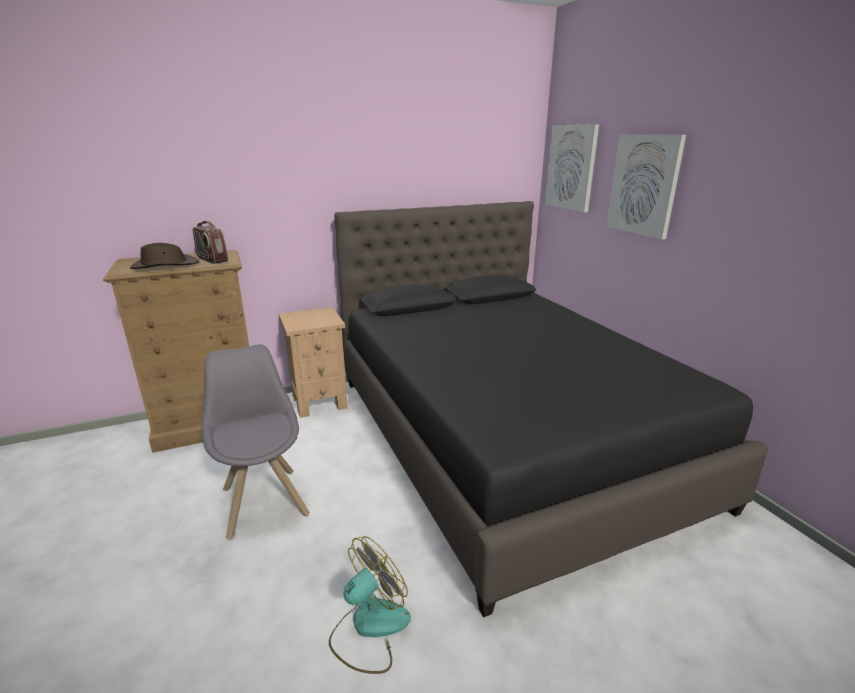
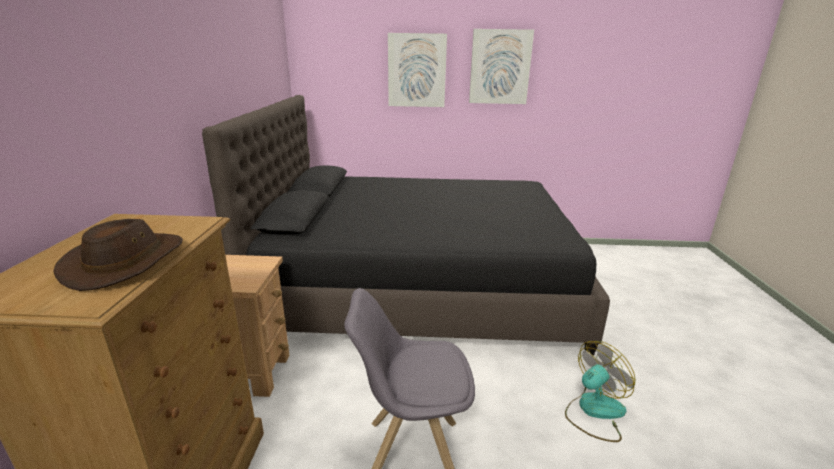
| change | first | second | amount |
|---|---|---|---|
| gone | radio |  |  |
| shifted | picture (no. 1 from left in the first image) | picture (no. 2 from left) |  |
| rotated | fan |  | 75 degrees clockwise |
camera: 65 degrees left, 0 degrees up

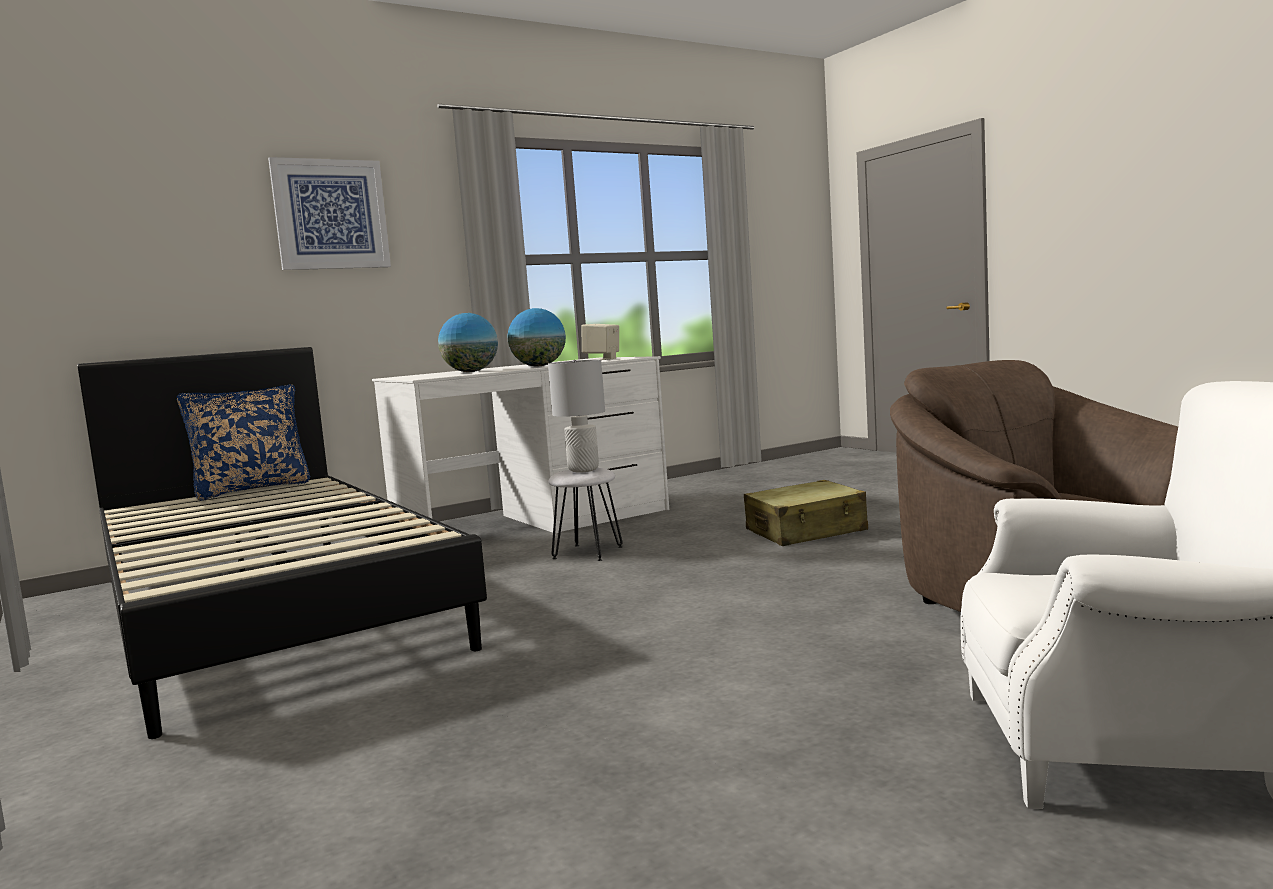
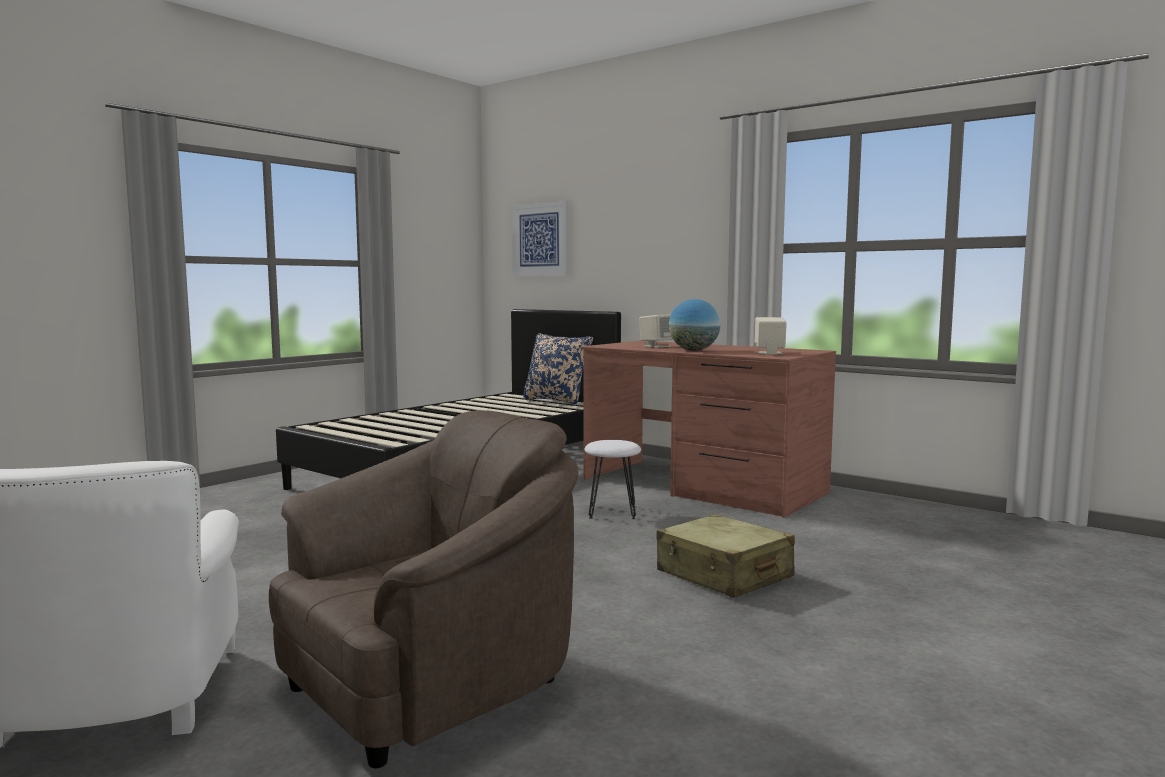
| change | first | second | amount |
|---|---|---|---|
| gone | table lamp in grey |  |  |
| shifted | picture |  |  |
| swapped | globe (no. 1 from left) | speaker in beige (no. 1 from left) |  |
| repainted | desk in white | desk in brown |  |
camera: 70 degrees right, 0 degrees up

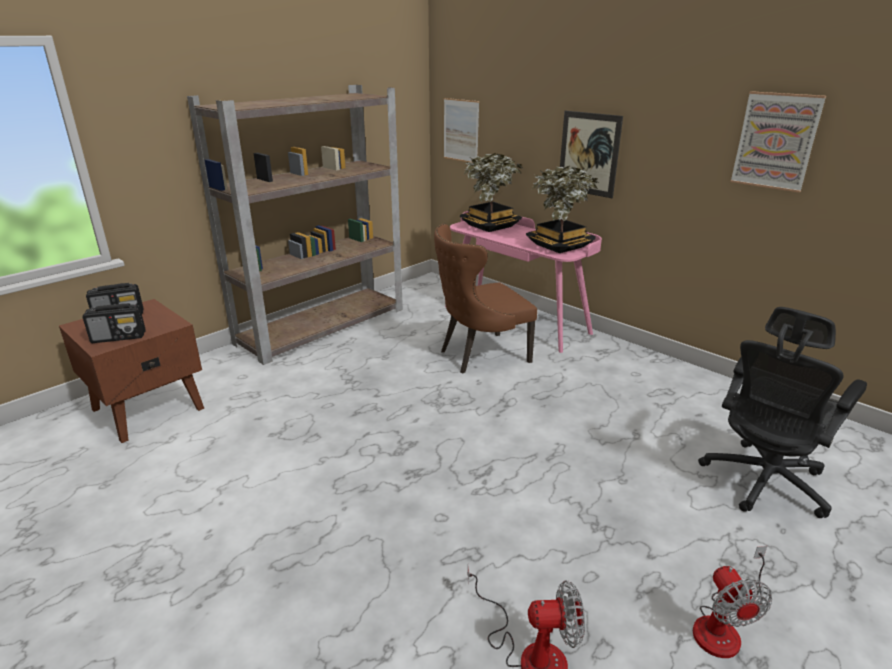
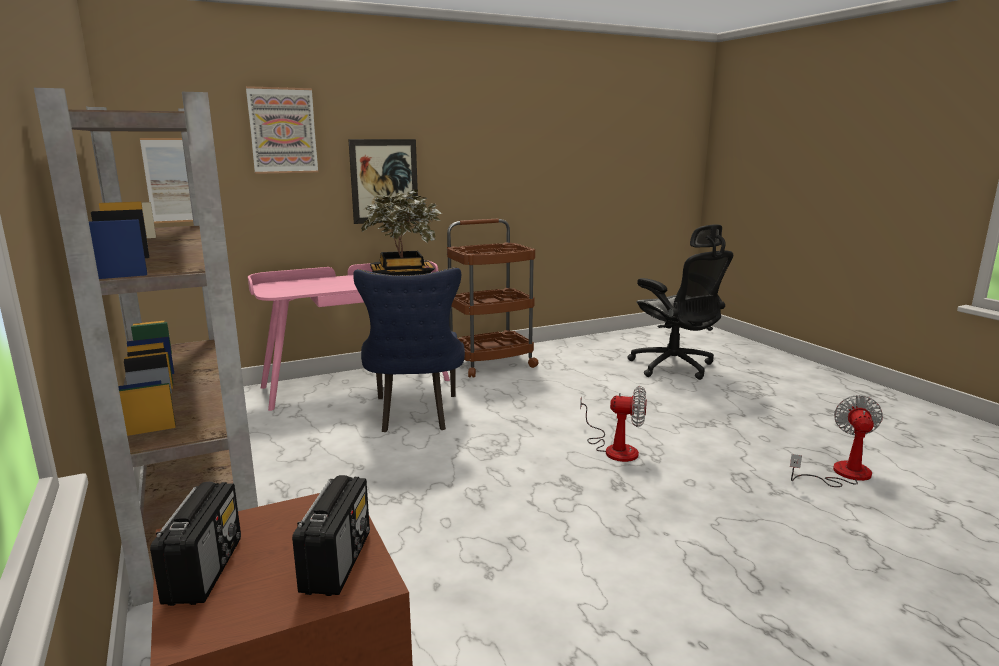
| change | first | second | amount |
|---|---|---|---|
| gone | potted plant (no. 1 from left) |  |  |
| new |  | cart in brown |  |
| shifted | fan (no. 2 from left in the first image) | fan (no. 1 from left) |  |
| shifted | picture (no. 3 from left in the first image) | picture (no. 2 from left) |  |
| repainted | chair in brown | chair in blue |  |
camera: 70 degrees left, 10 degrees down

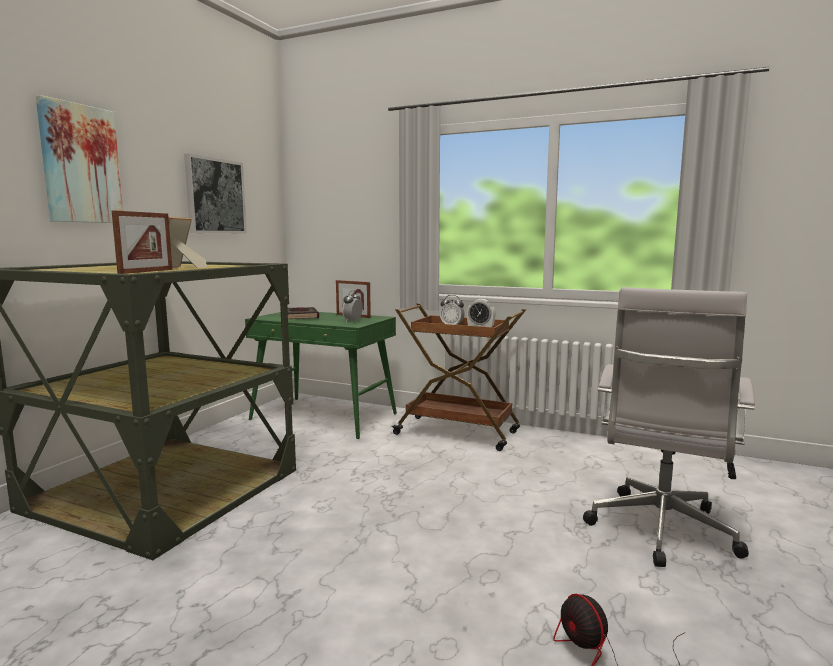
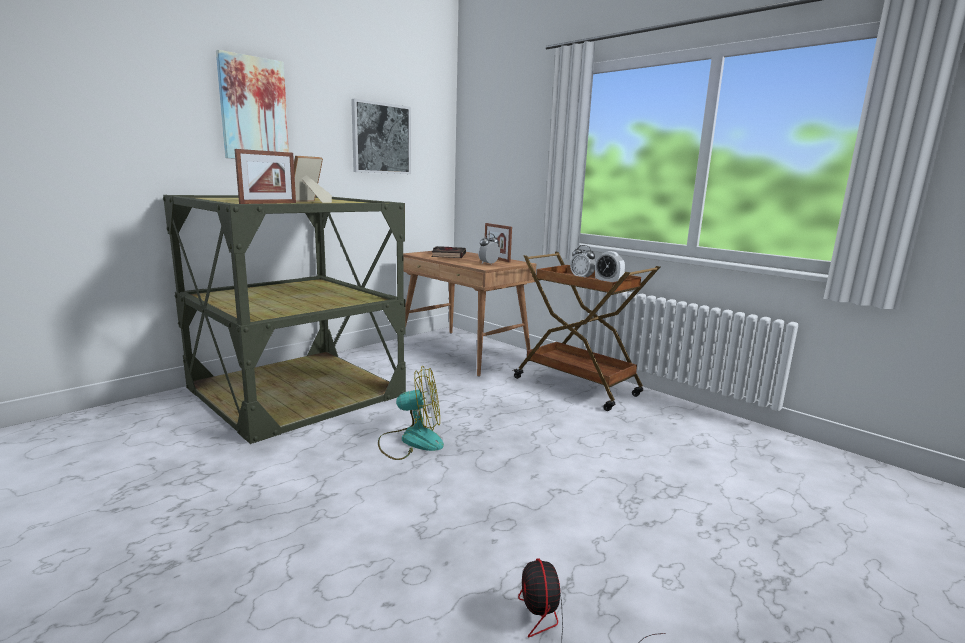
| change | first | second | amount |
|---|---|---|---|
| gone | office chair in white |  |  |
| new |  | fan (no. 1 from left) |  |
| repainted | desk in green | desk in brown |  |
camera: 20 degrees right, 5 degrees up

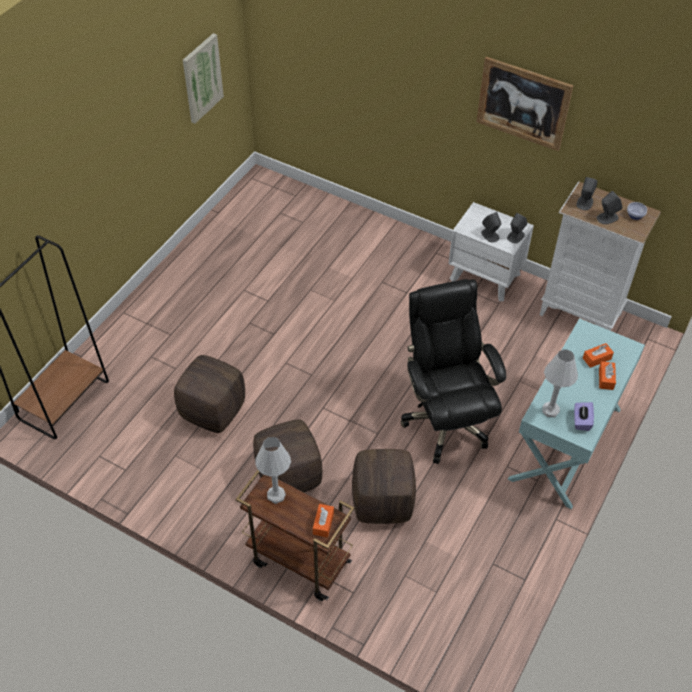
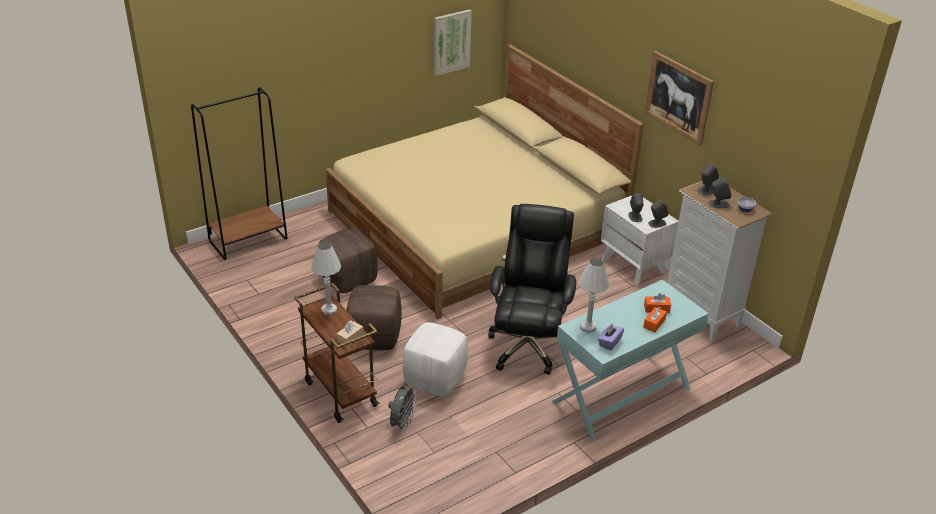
| change | first | second | amount |
|---|---|---|---|
| new |  | bed in beige |  |
| new |  | fan in grey |  |
| repainted | tissue box in orange (no. 1 from left) | tissue box in beige |  |
| repainted | ottoman in brown (no. 3 from left) | ottoman in white |  |
camera: 25 degrees right, 15 degrees down

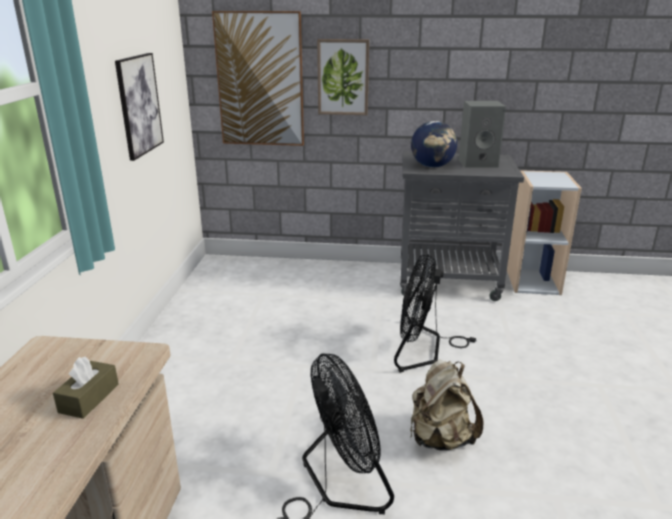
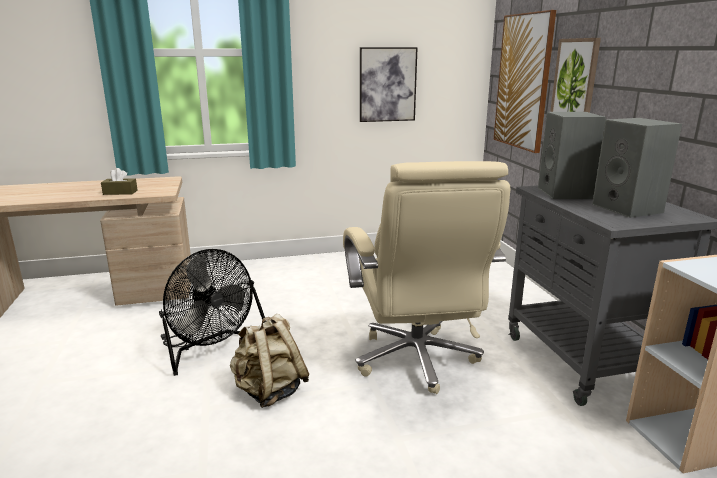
| change | first | second | amount |
|---|---|---|---|
| swapped | fan in black (no. 2 from left) | office chair in beige |  |
| swapped | globe | speaker in grey (no. 1 from left) |  |
camera: 70 degrees right, 5 degrees down

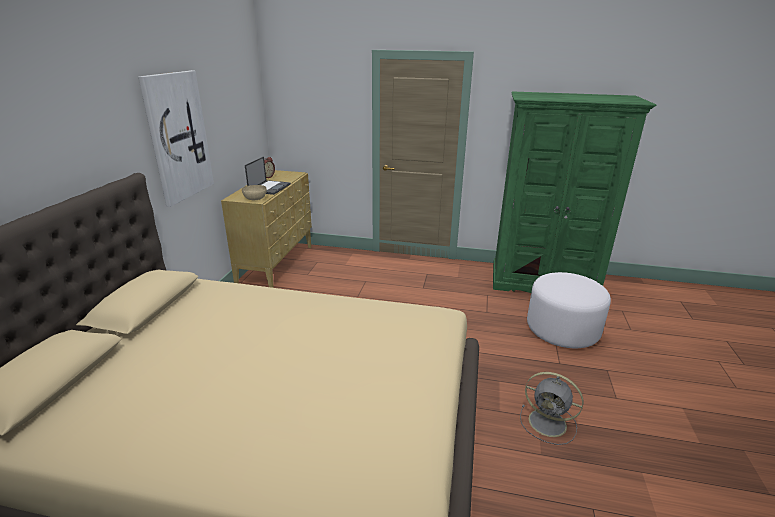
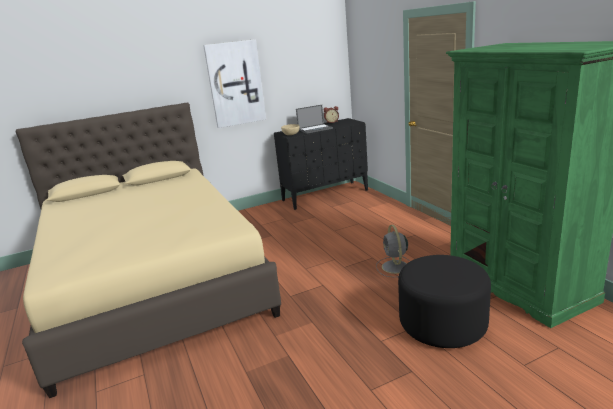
| change | first | second | amount |
|---|---|---|---|
| shifted | fan in grey |  |  |
| repainted | dresser in beige | dresser in black |  |
| repainted | ottoman in white | ottoman in black |  |
camera: 55 degrees right, 5 degrees down

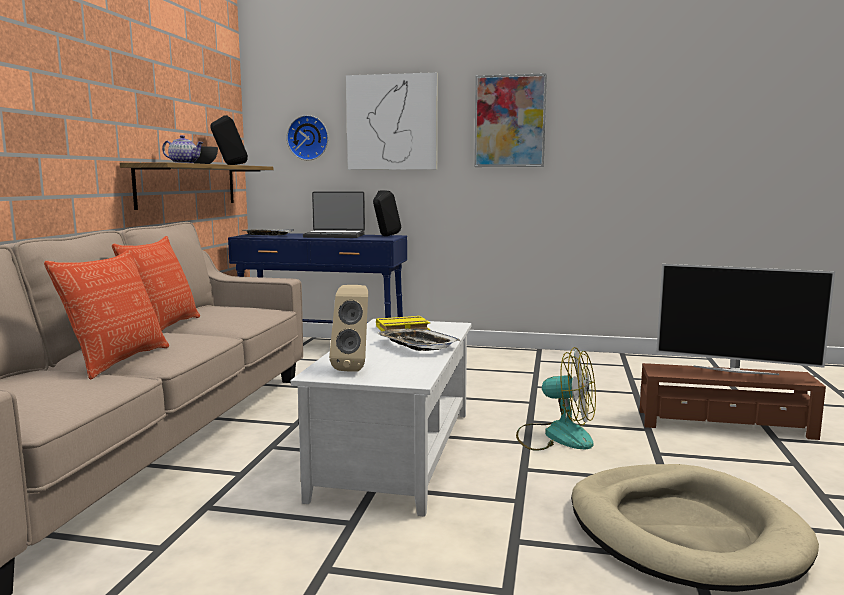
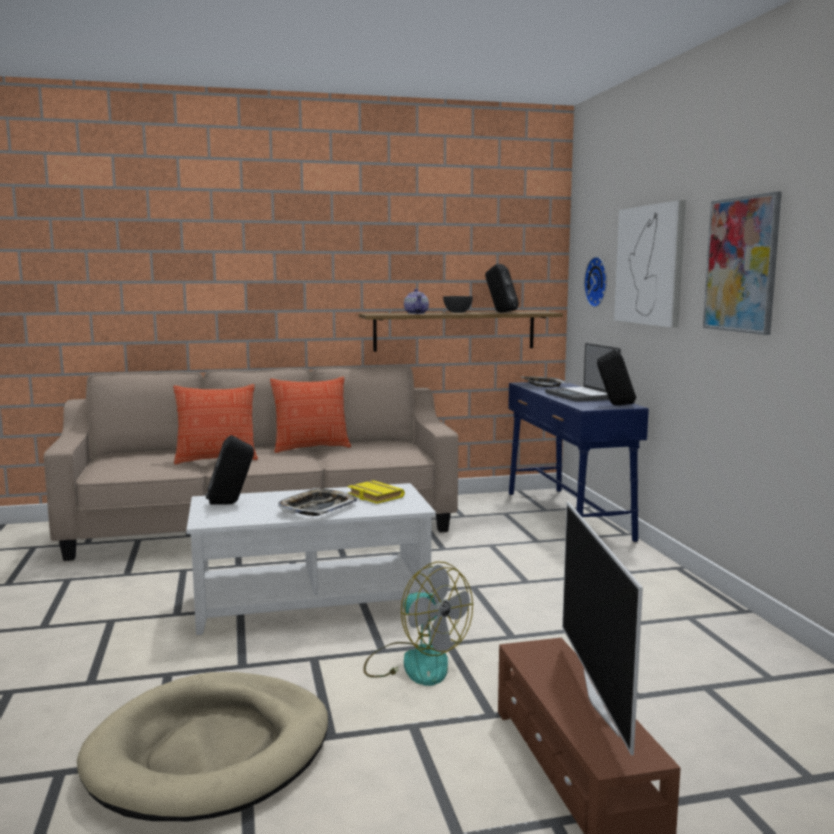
| change | first | second | amount |
|---|---|---|---|
| repainted | speaker in beige | speaker in black (no. 1 from left) |  |
| rotated | fan |  | 45 degrees counterclockwise |
camera: 65 degrees right, 0 degrees up

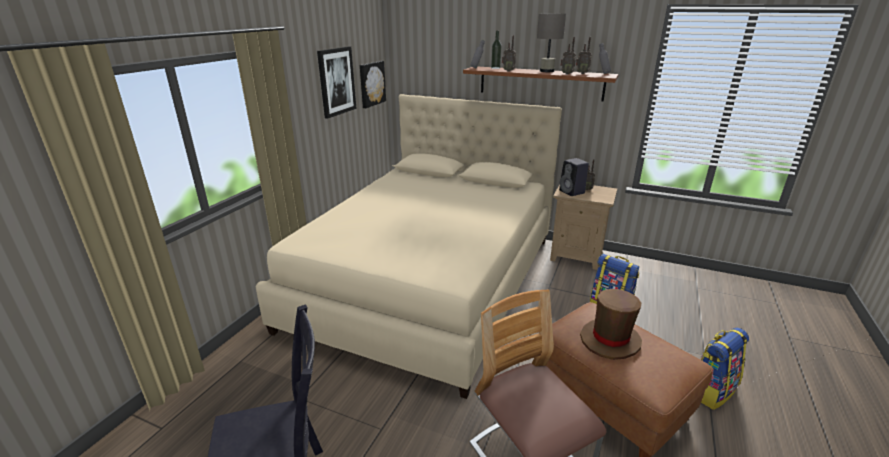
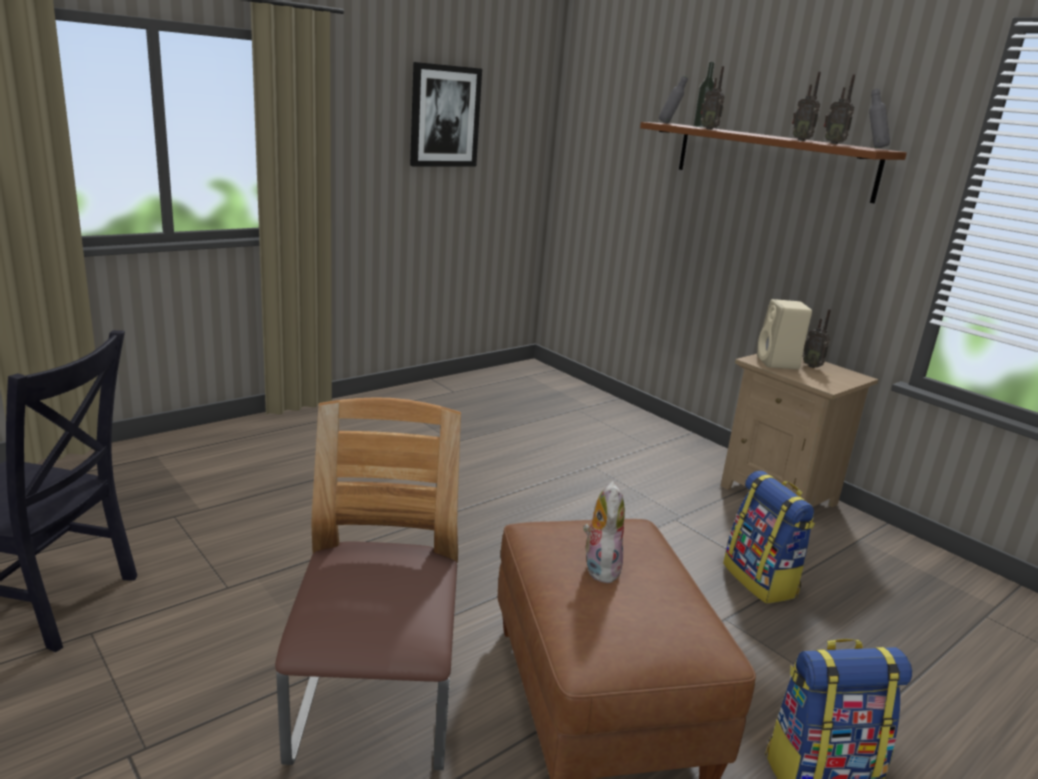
| change | first | second | amount |
|---|---|---|---|
| gone | bed in beige |  |  |
| gone | picture (no. 2 from left) |  |  |
| gone | table lamp in grey |  |  |
| swapped | hat in brown | plush toy |  |
| repainted | speaker in black | speaker in beige |  |
camera: 25 degrees right, 5 degrees down

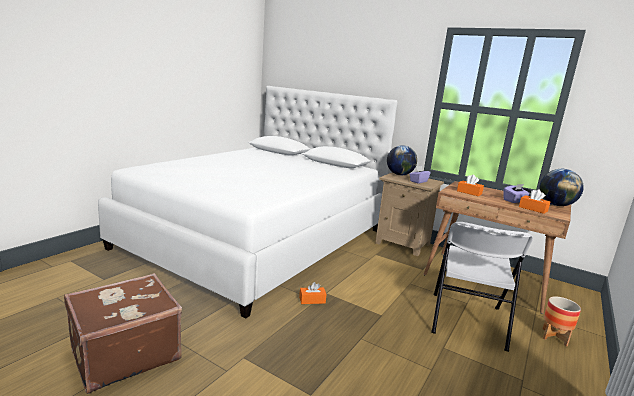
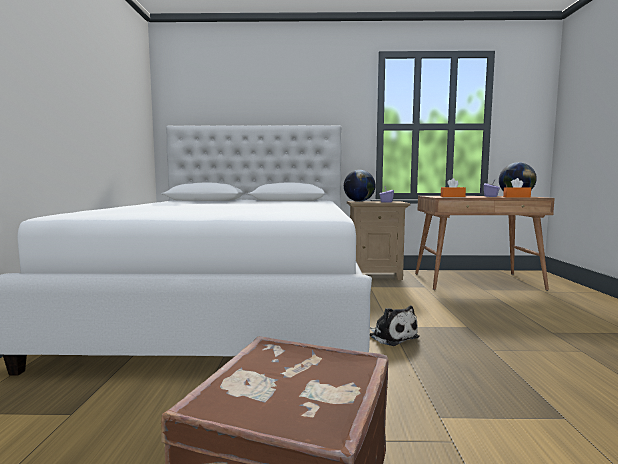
| change | first | second | amount |
|---|---|---|---|
| gone | chair in white |  |  |
| gone | planter |  |  |
| swapped | tissue box in orange (no. 1 from left) | plush toy |  |
camera: 30 degrees left, 10 degrees down

